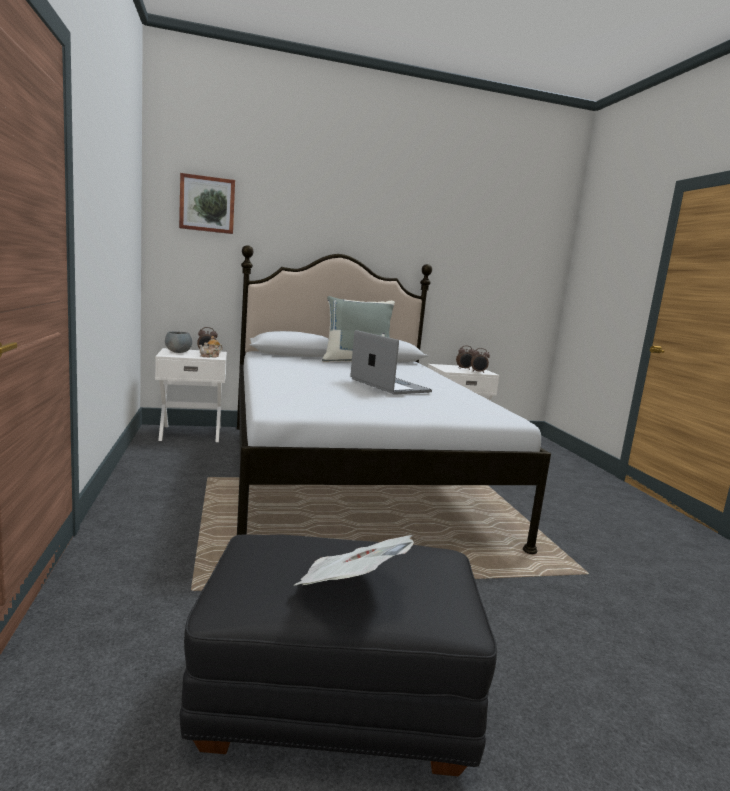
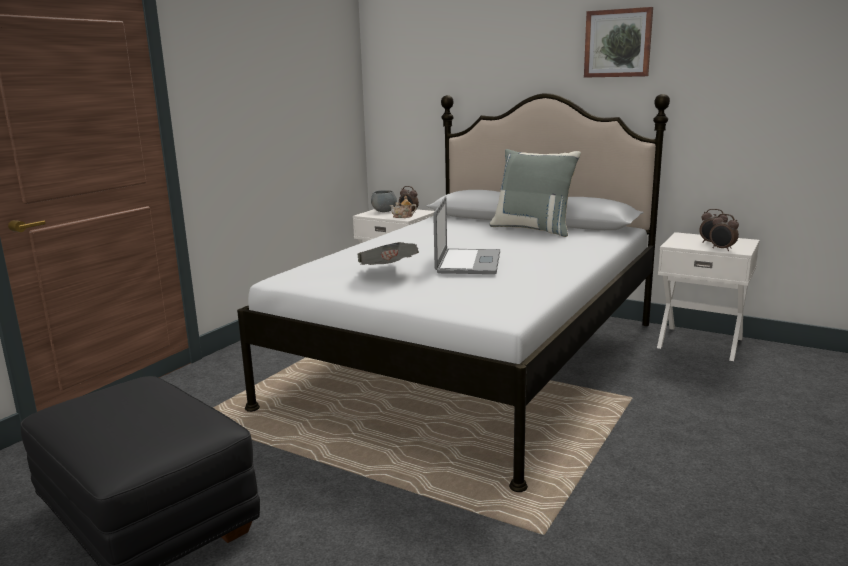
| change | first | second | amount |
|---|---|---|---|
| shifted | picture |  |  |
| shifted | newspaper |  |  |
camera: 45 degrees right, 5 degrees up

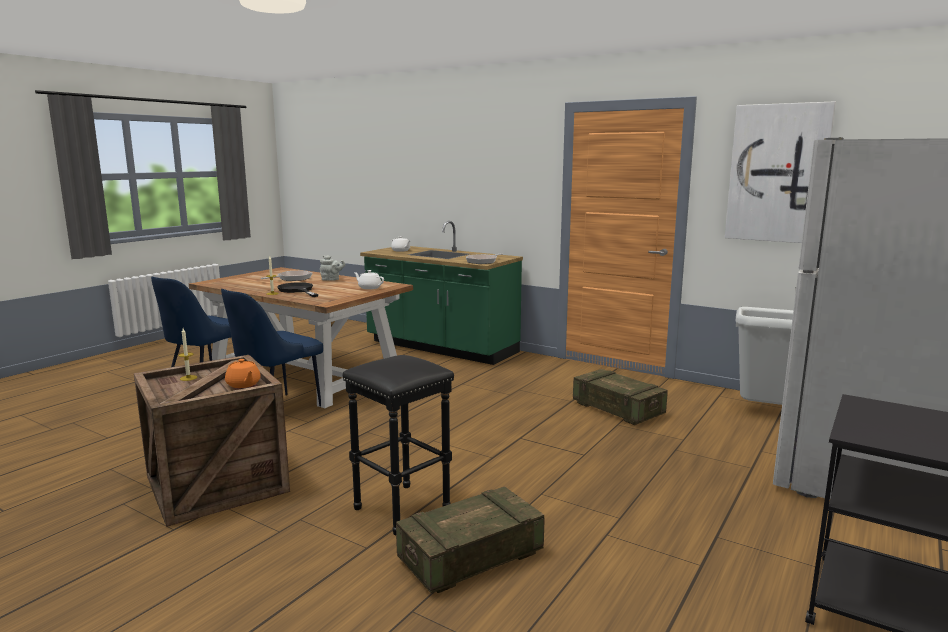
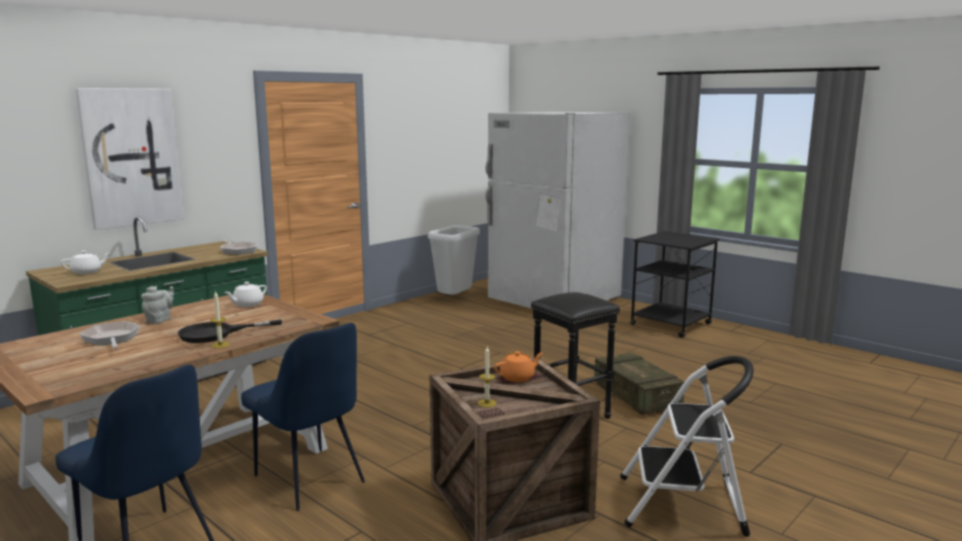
| change | first | second | amount |
|---|---|---|---|
| gone | crate (no. 3 from left) |  |  |
| new |  | step ladder |  |
| shifted | picture |  |  |
camera: 80 degrees left, 0 degrees up

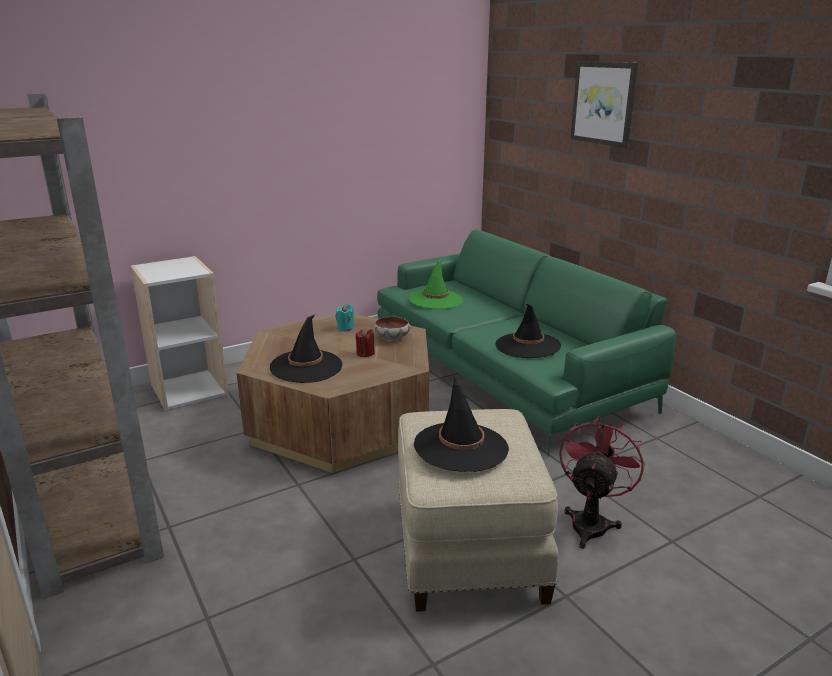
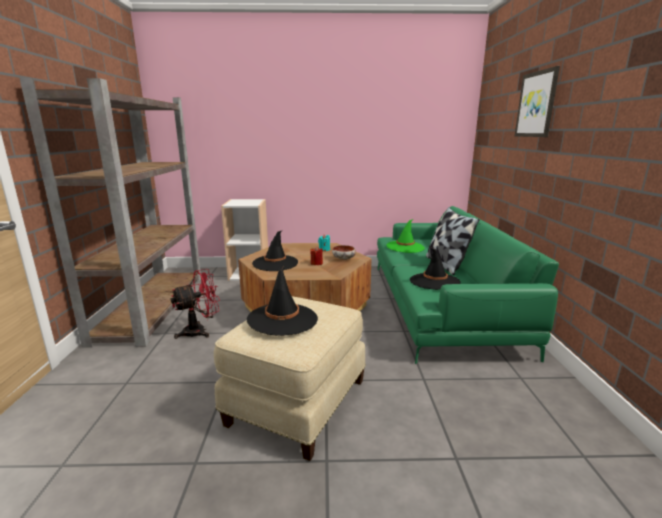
| change | first | second | amount |
|---|---|---|---|
| new |  | pillow |  |
| shifted | fan in red |  |  |
camera: 30 degrees right, 5 degrees down

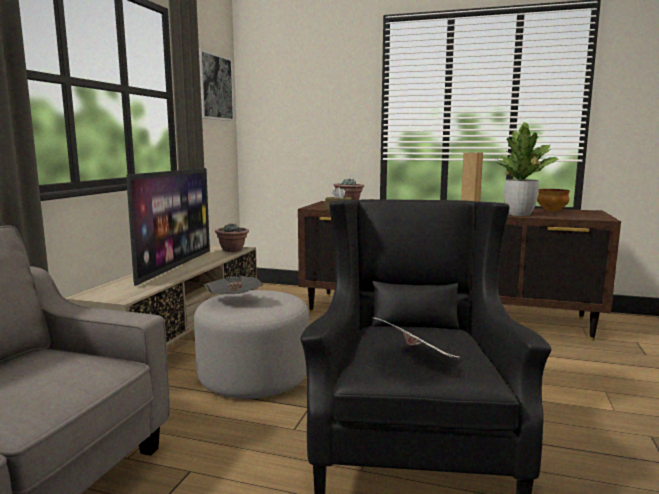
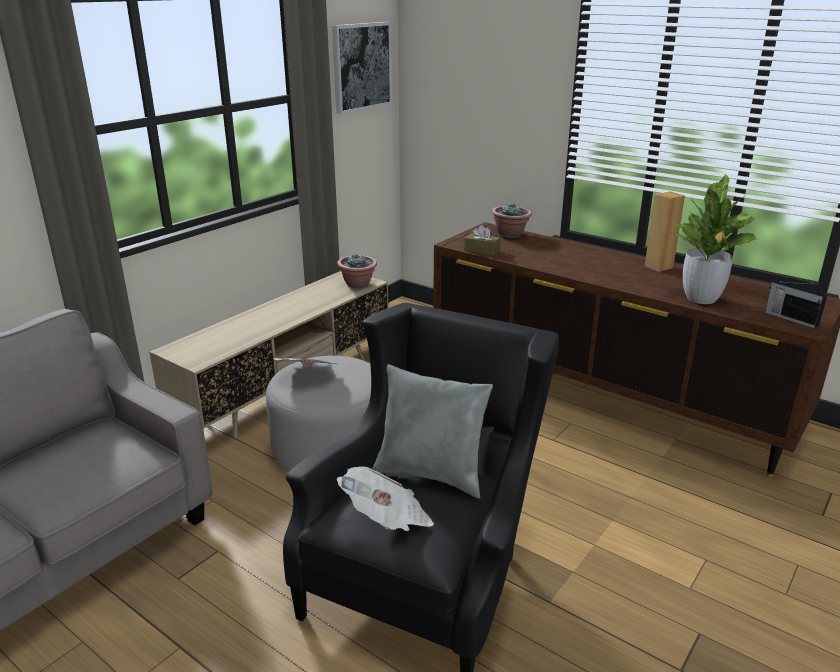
| change | first | second | amount |
|---|---|---|---|
| gone | television |  |  |
| gone | bowl |  |  |
| new |  | pillow in grey |  |
| new |  | radio |  |
camera: 20 degrees right, 15 degrees up

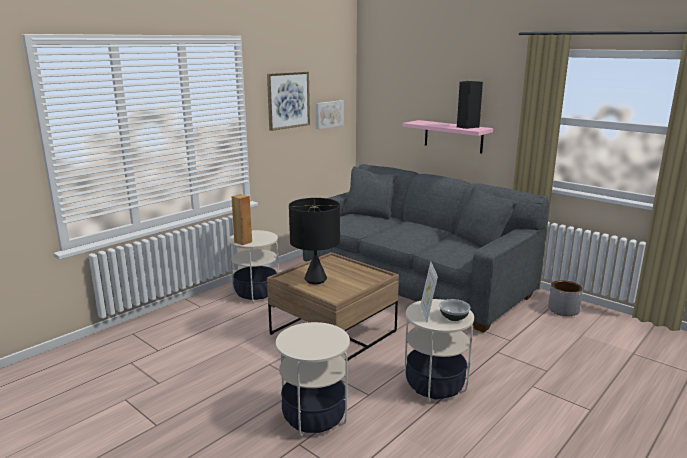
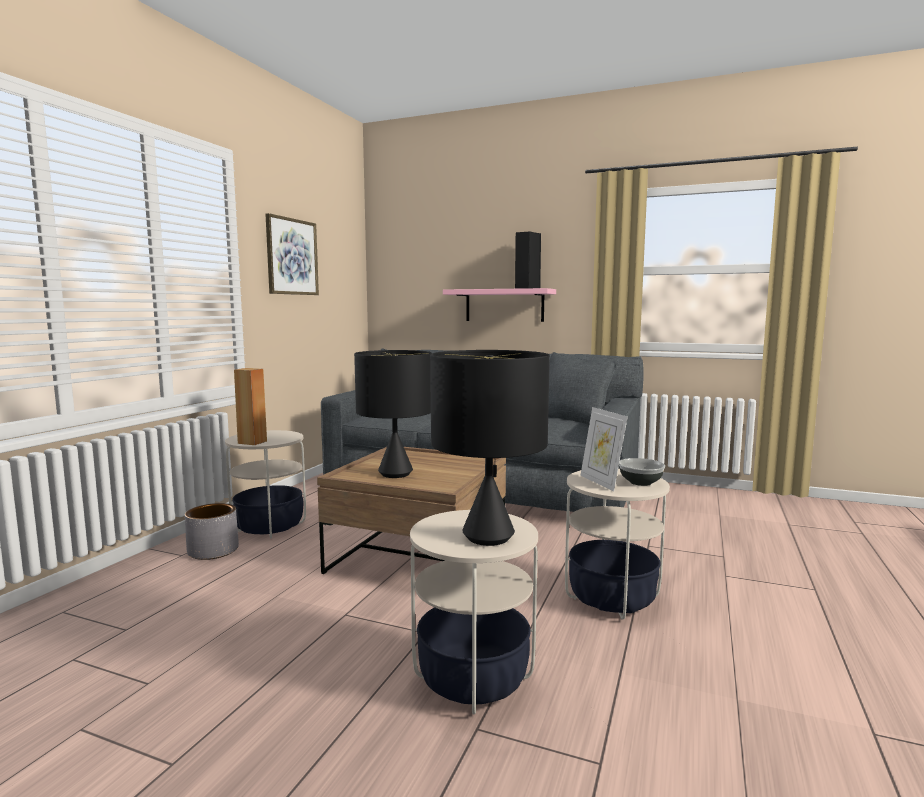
| change | first | second | amount |
|---|---|---|---|
| gone | picture (no. 2 from left) |  |  |
| new |  | table lamp in black (no. 2 from left) |  |
| shifted | planter in grey |  |  |
camera: 20 degrees left, 10 degrees down

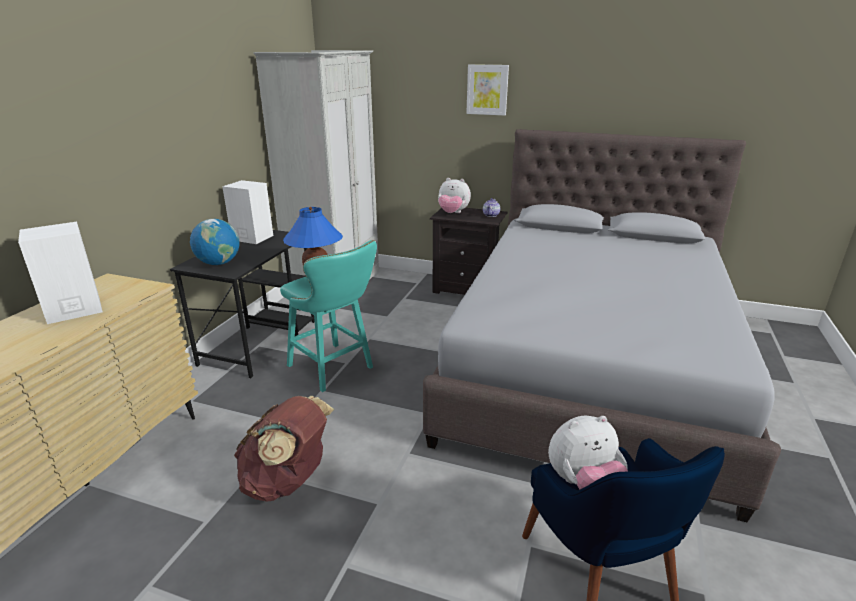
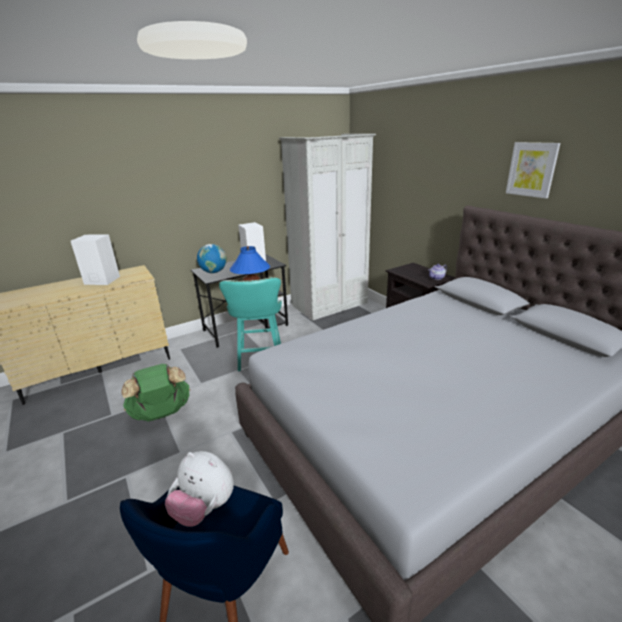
| change | first | second | amount |
|---|---|---|---|
| gone | plush toy (no. 1 from left) |  |  |
| shifted | picture |  |  |
| repainted | backpack in brown | backpack in green |  |
camera: 40 degrees right, 0 degrees up

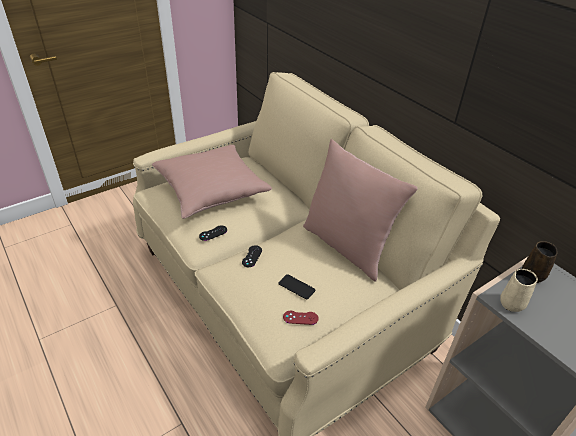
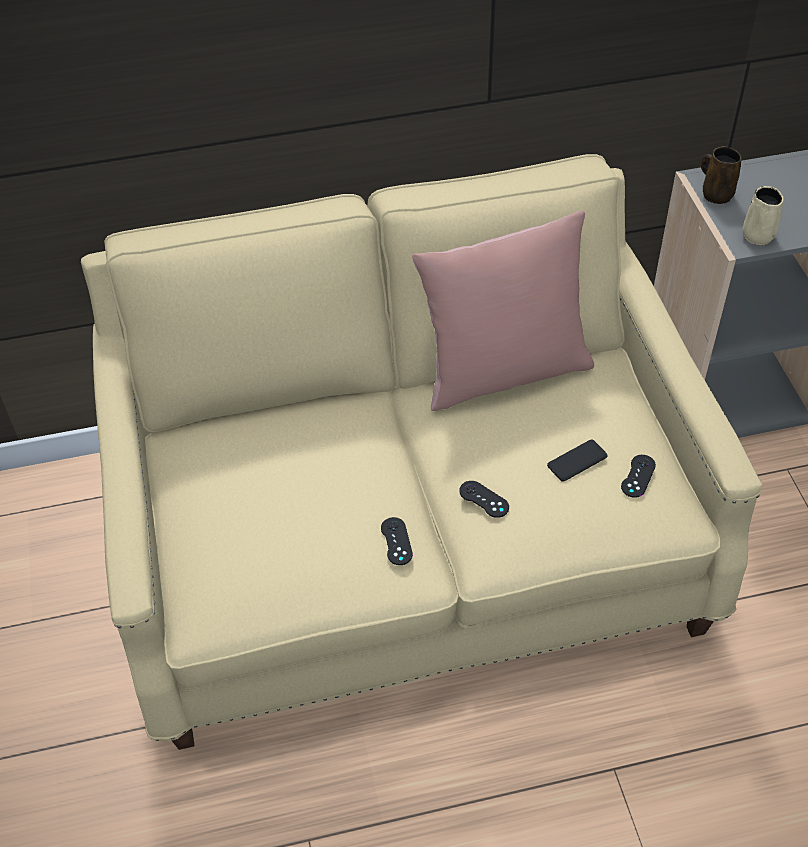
| change | first | second | amount |
|---|---|---|---|
| gone | pillow in pink (no. 1 from left) |  |  |
| repainted | game controller in red | game controller in black (no. 3 from left) |  |
camera: 65 degrees left, 10 degrees up

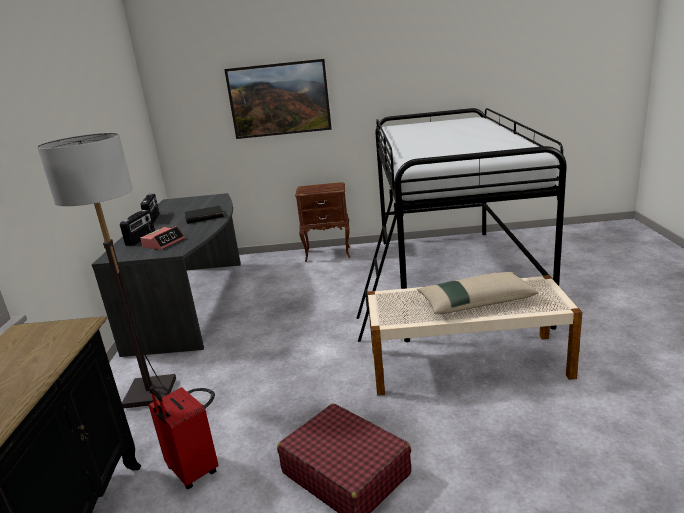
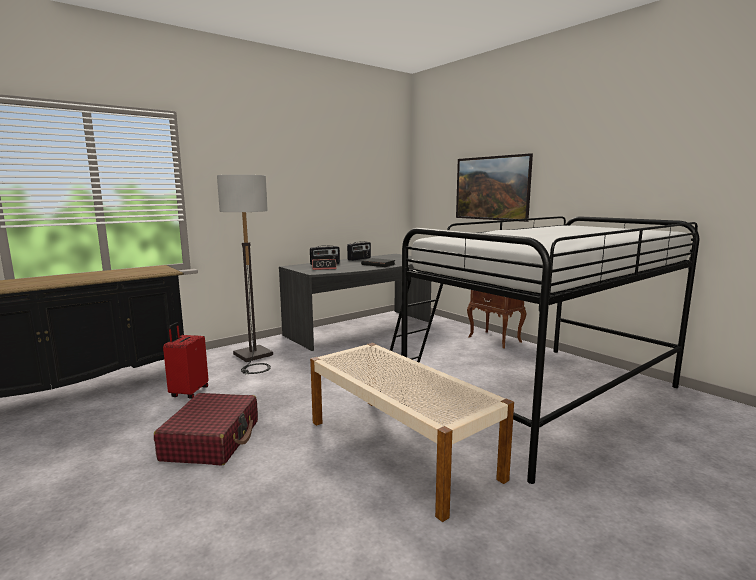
| change | first | second | amount |
|---|---|---|---|
| gone | pillow in beige |  |  |
camera: 50 degrees right, 10 degrees down

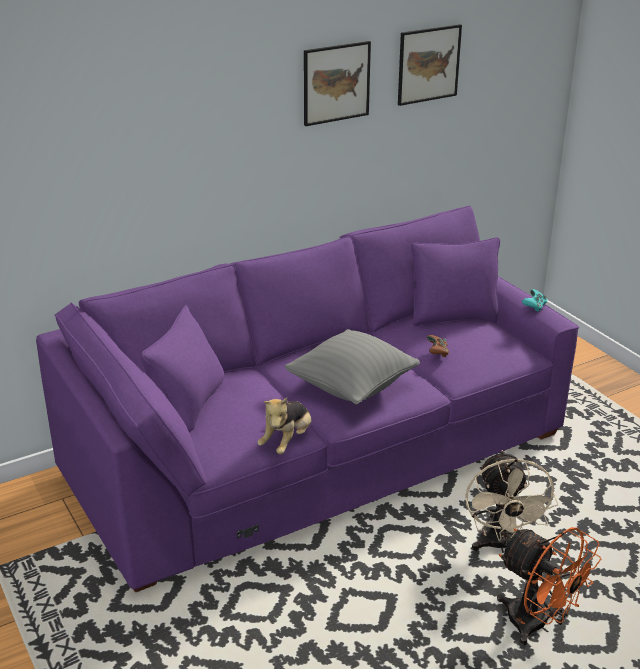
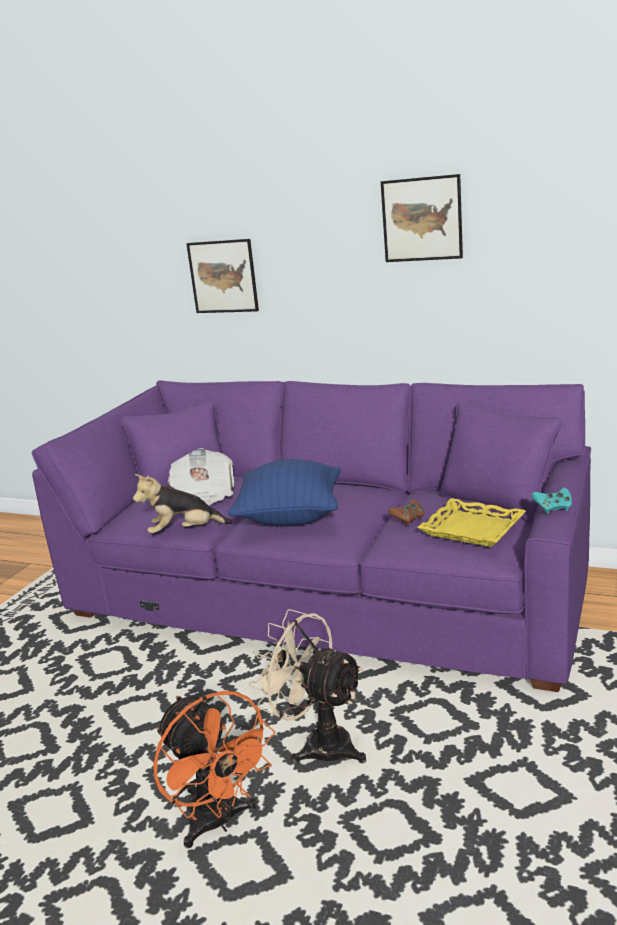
| change | first | second | amount |
|---|---|---|---|
| new |  | newspaper |  |
| new |  | tray in yellow |  |
| shifted | picture (no. 2 from left in the first image) | picture (no. 1 from left) |  |
| repainted | pillow in grey | pillow in blue |  |
| rotated | fan in beige |  | 75 degrees clockwise |
| rotated | fan in orange |  | 45 degrees counterclockwise |
camera: 55 degrees right, 10 degrees down

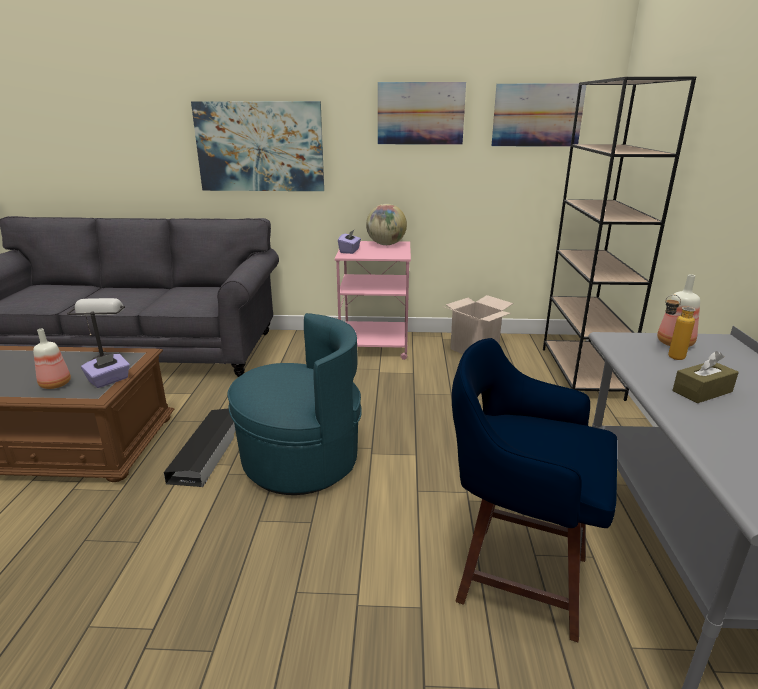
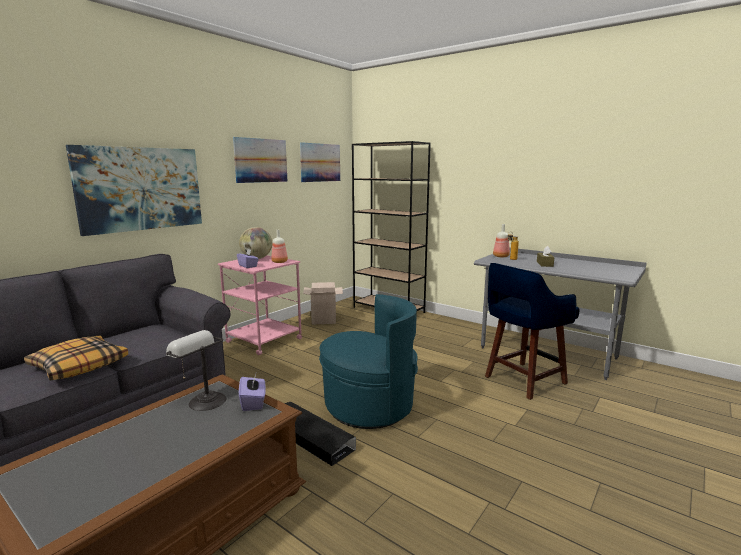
| change | first | second | amount |
|---|---|---|---|
| new |  | pillow |  |
| shifted | bottle (no. 1 from left) |  |  |
| rotated | armchair in turquoise |  | 60 degrees clockwise |
camera: 55 degrees left, 10 degrees down

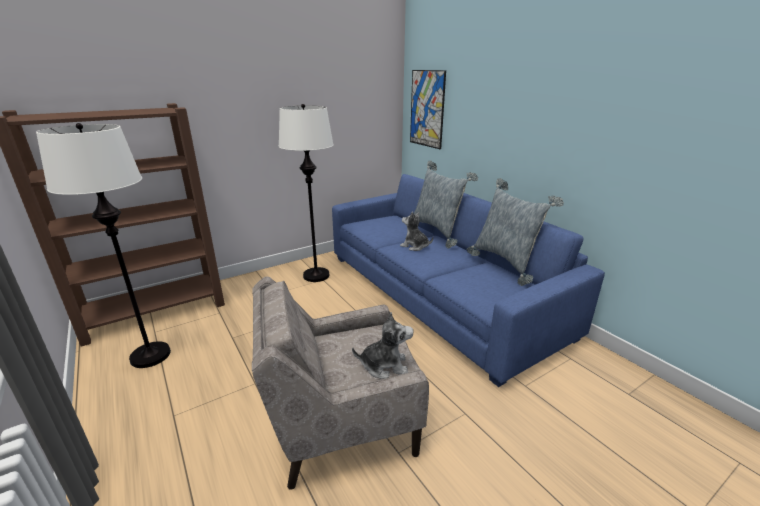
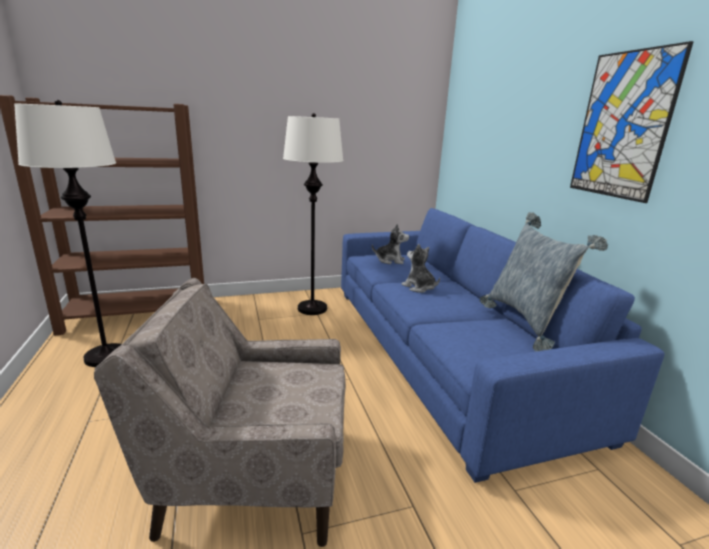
| change | first | second | amount |
|---|---|---|---|
| gone | pillow (no. 1 from left) |  |  |
| shifted | plush toy (no. 1 from left) |  |  |
| shifted | picture |  |  |
camera: 15 degrees right, 5 degrees down

